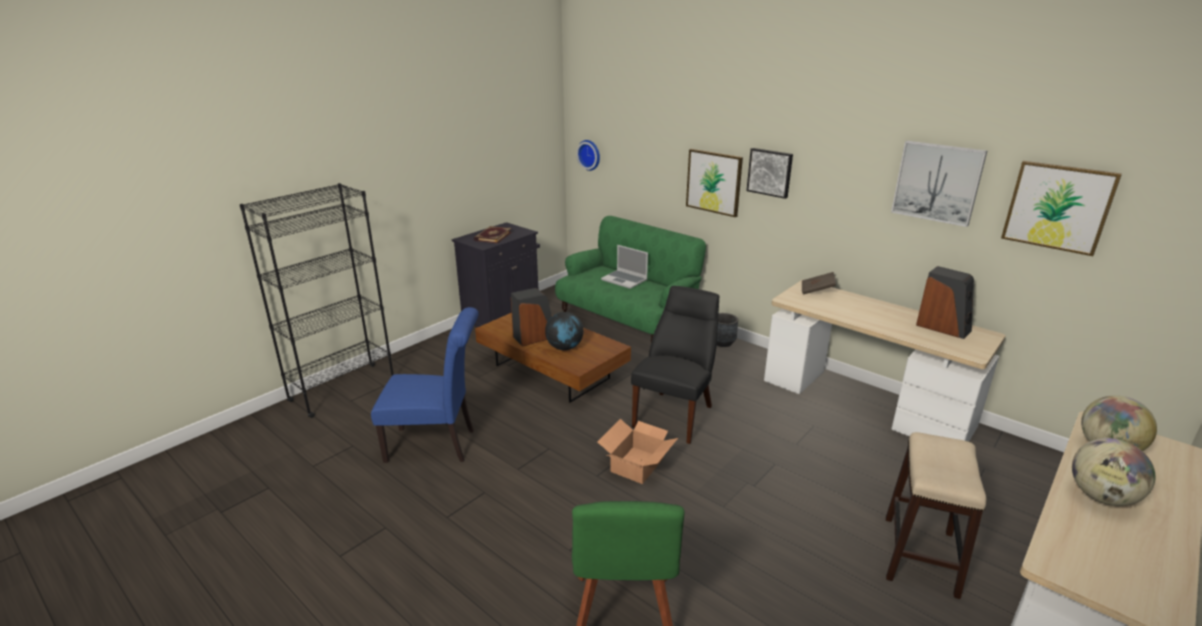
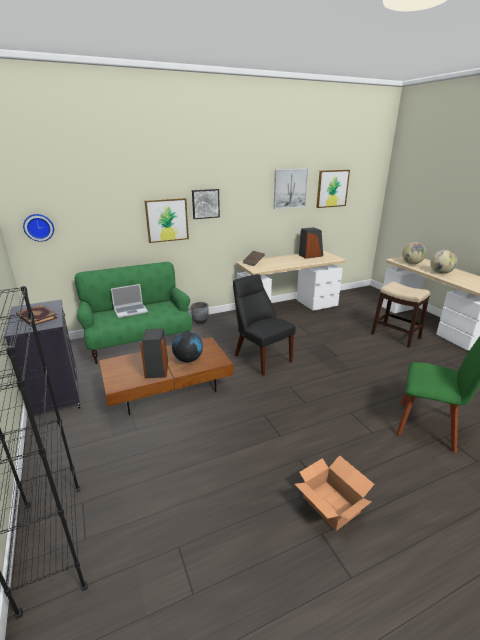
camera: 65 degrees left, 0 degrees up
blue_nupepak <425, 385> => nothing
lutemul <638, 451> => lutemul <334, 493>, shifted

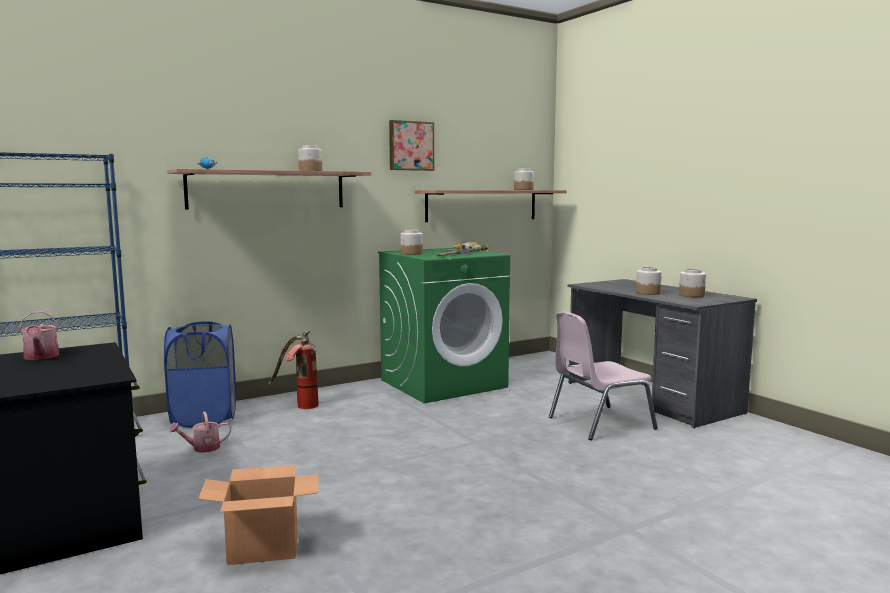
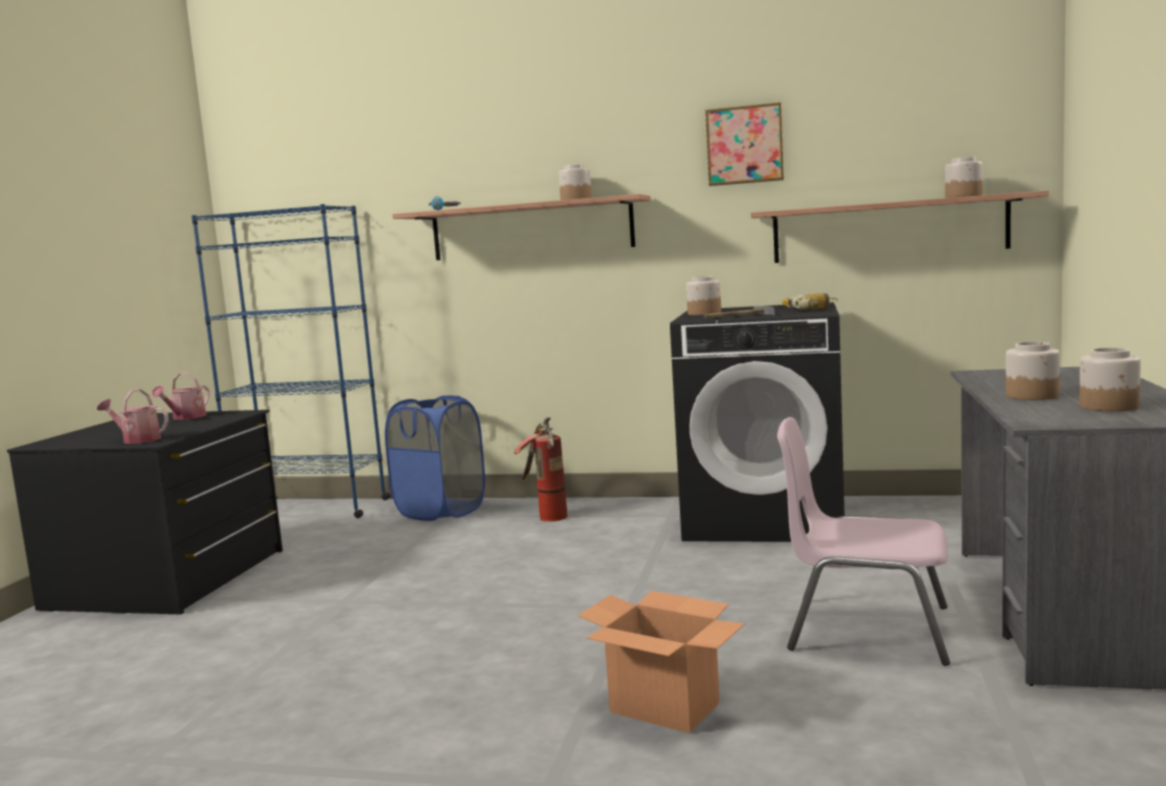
camera: 45 degrees right, 0 degrees up
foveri <200, 432> => foveri <133, 416>, shifted
lutemul <258, 515> => lutemul <661, 662>, shifted
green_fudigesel <444, 325> => black_fudigesel <757, 422>

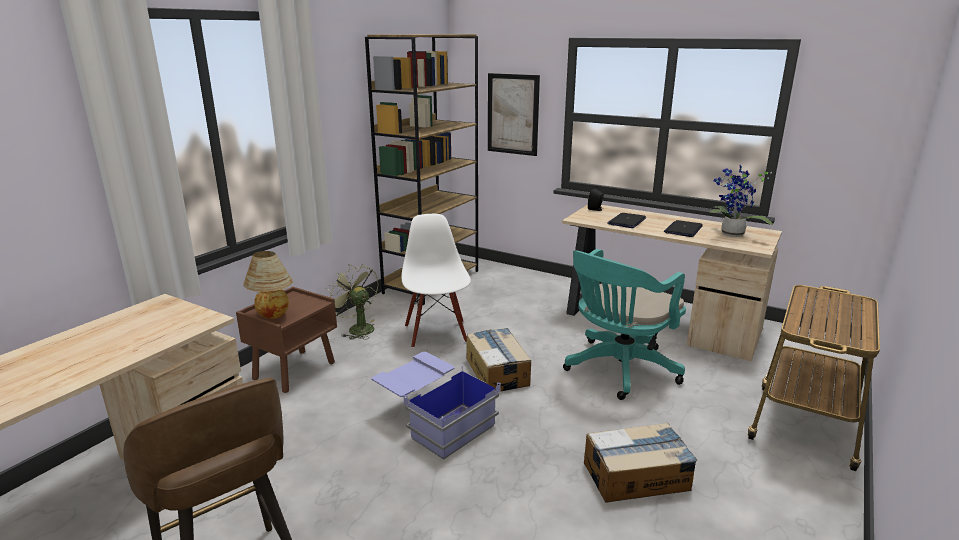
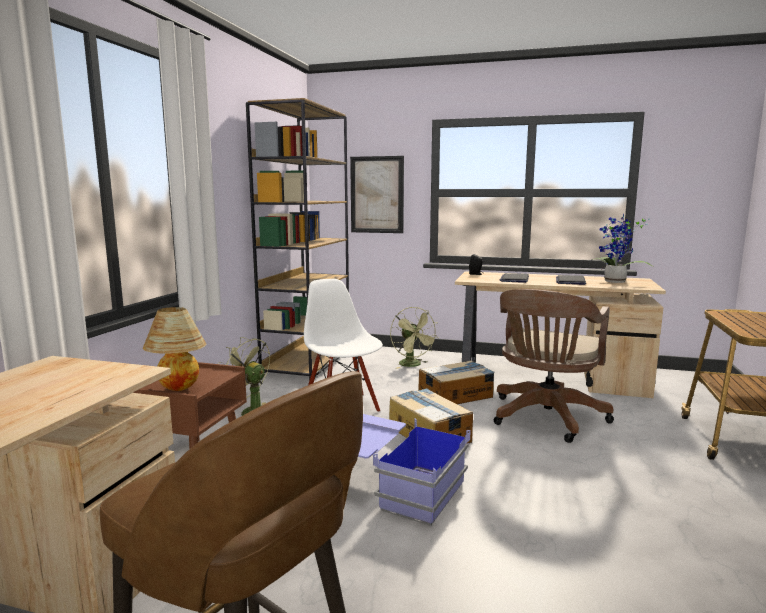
camera: 15 degrees left, 10 degrees down
nothing => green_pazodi <414, 338>
lutemul <640, 463> => lutemul <456, 382>, shifted
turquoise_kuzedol <624, 324> => brown_kuzedol <554, 366>

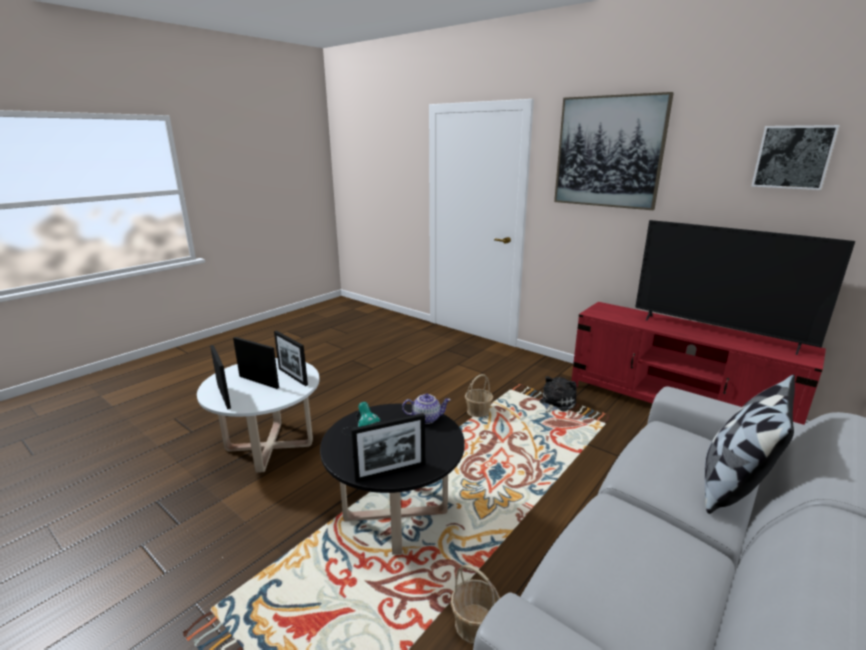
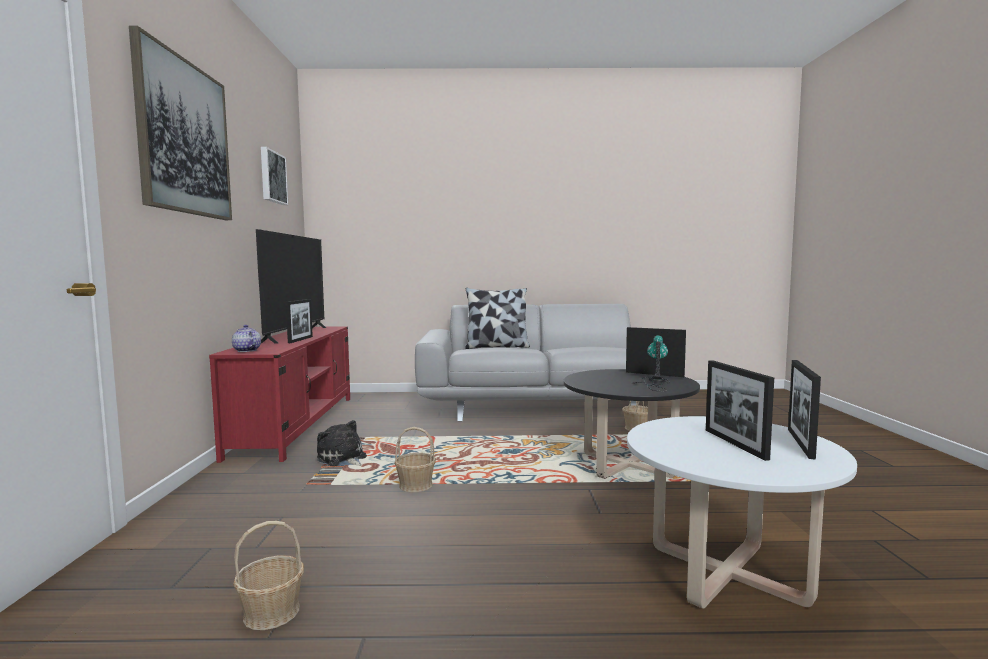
camera: 130 degrees left, 15 degrees down
nothing => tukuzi <268, 575>
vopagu <291, 358> => vopagu <299, 321>, shifted
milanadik <426, 408> => milanadik <246, 338>, shifted
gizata <558, 394> => gizata <342, 443>, 45 degrees clockwise

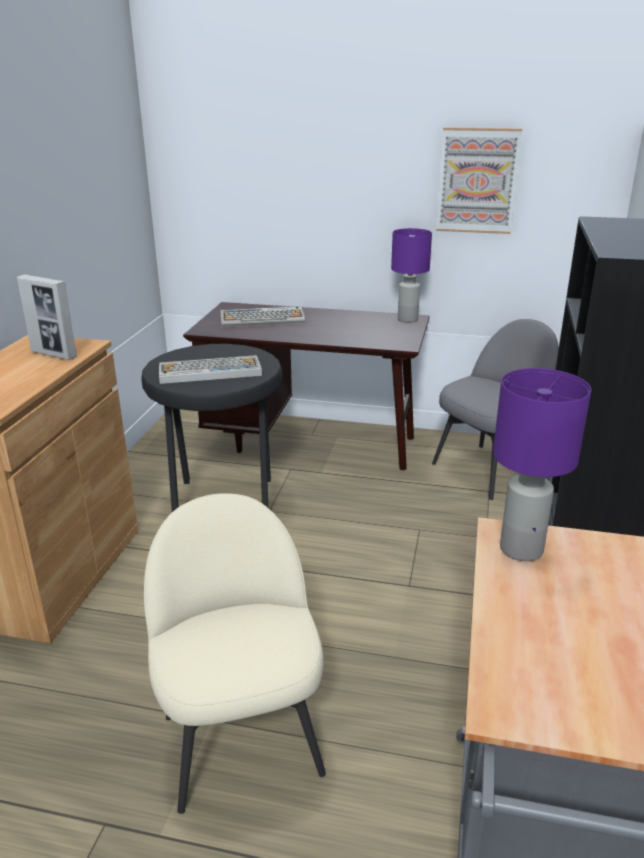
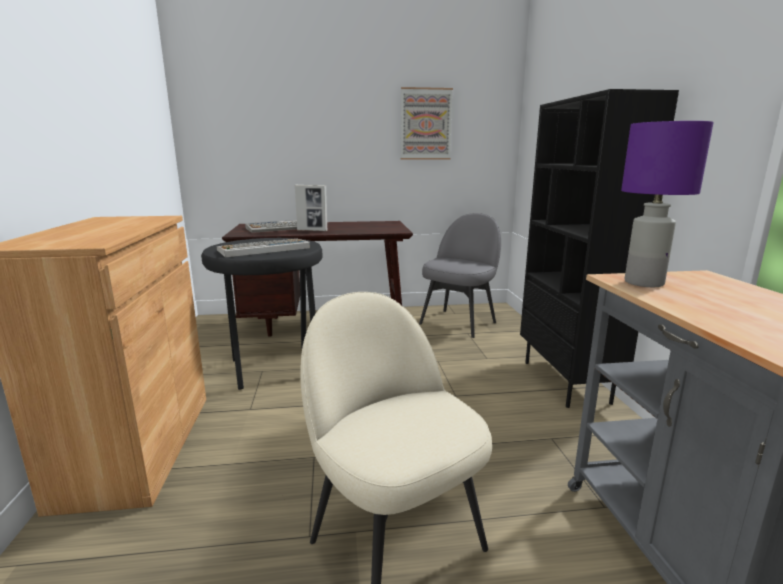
camera: 20 degrees left, 10 degrees down
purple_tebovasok <411, 275> => nothing
vopagu <47, 317> => vopagu <311, 208>, shifted

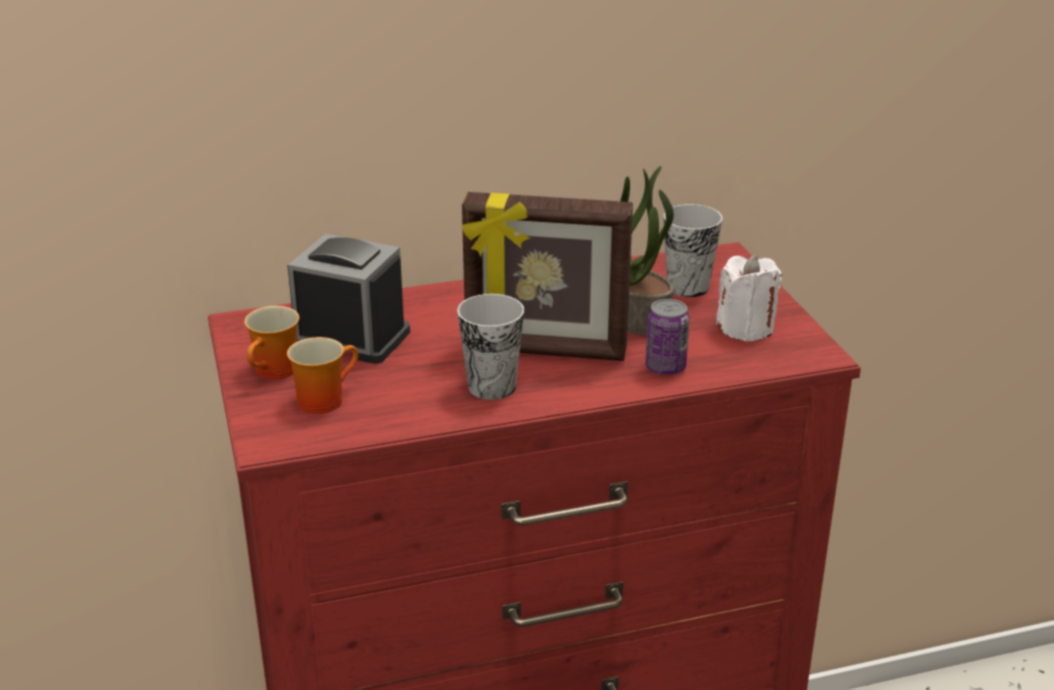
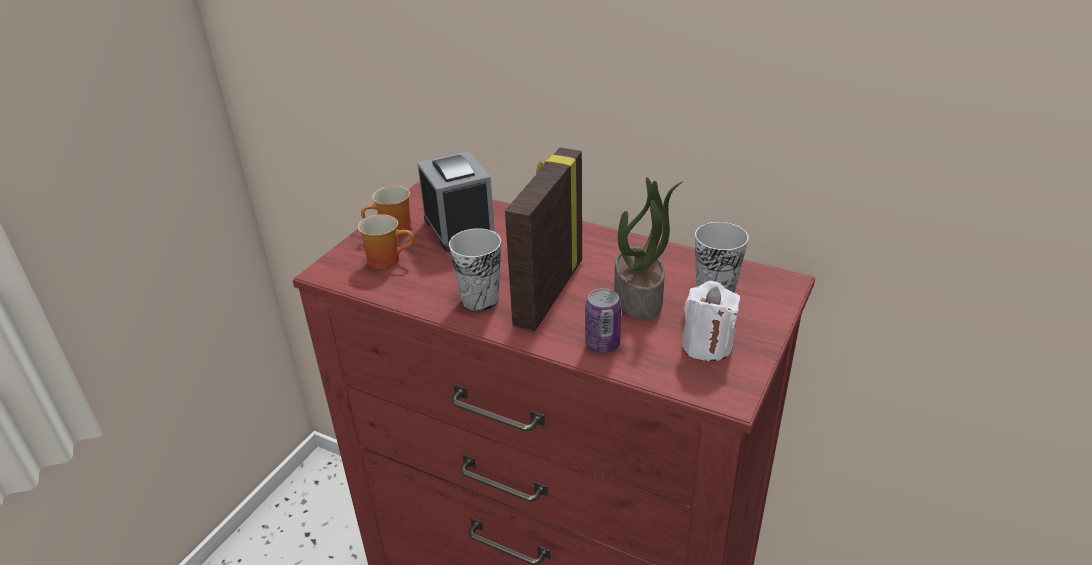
camera: 45 degrees right, 5 degrees up
vopagu <547, 276> => vopagu <543, 239>, 60 degrees clockwise

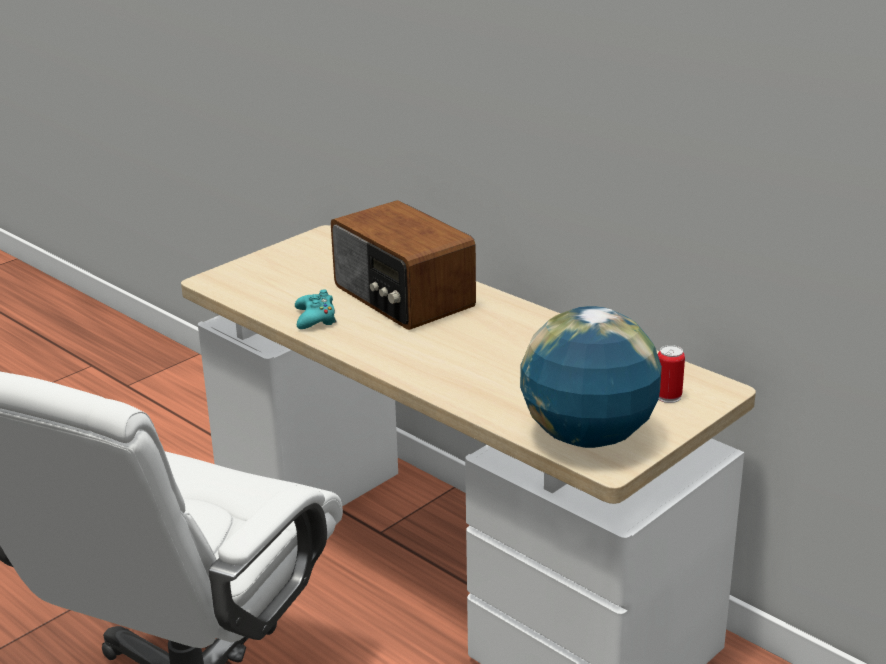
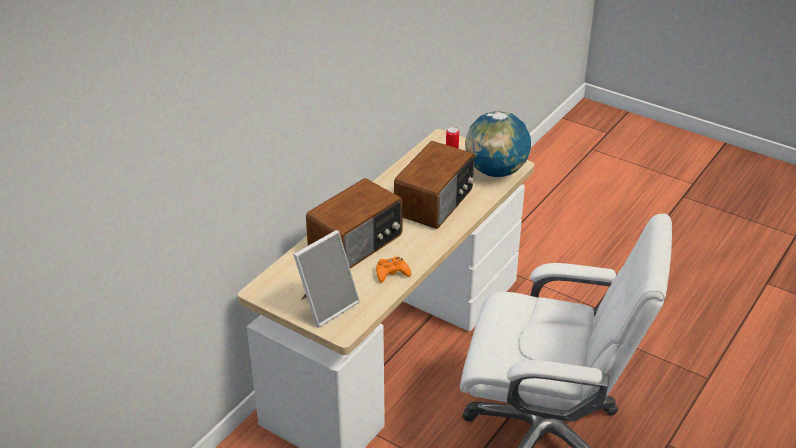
camera: 100 degrees left, 10 degrees up
nothing => vopagu <326, 278>
nothing => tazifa <434, 185>
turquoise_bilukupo <316, 309> => orange_bilukupo <393, 269>

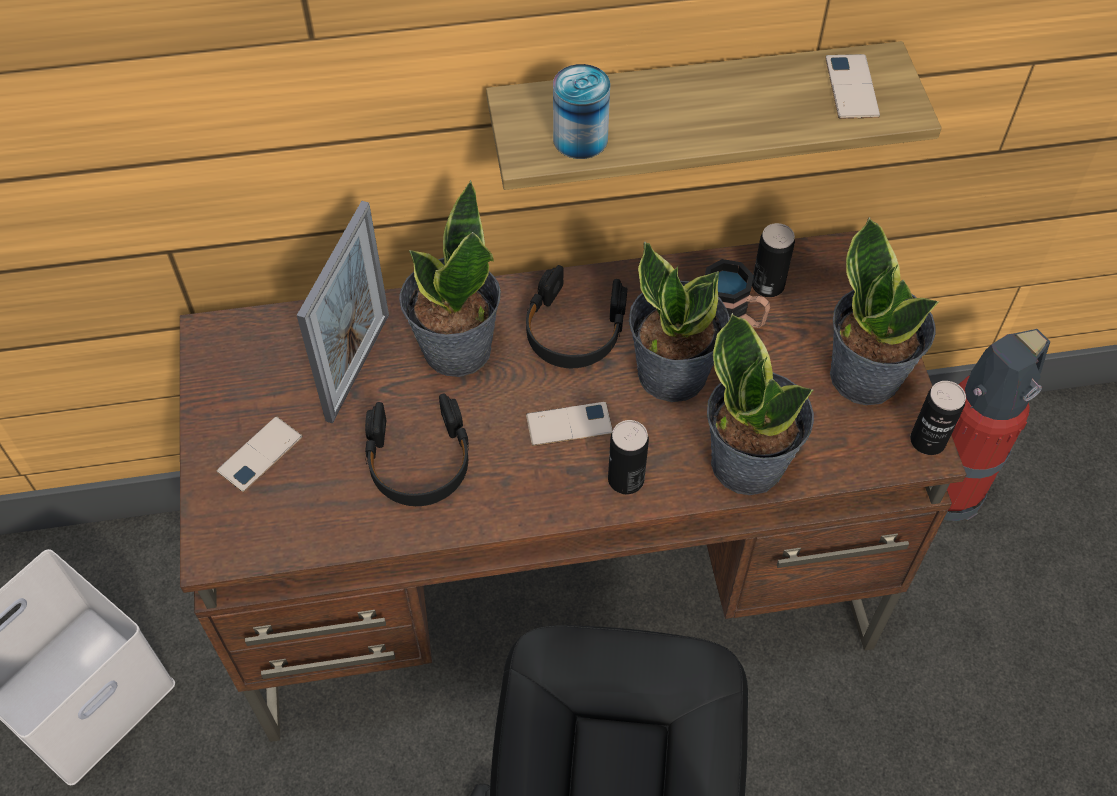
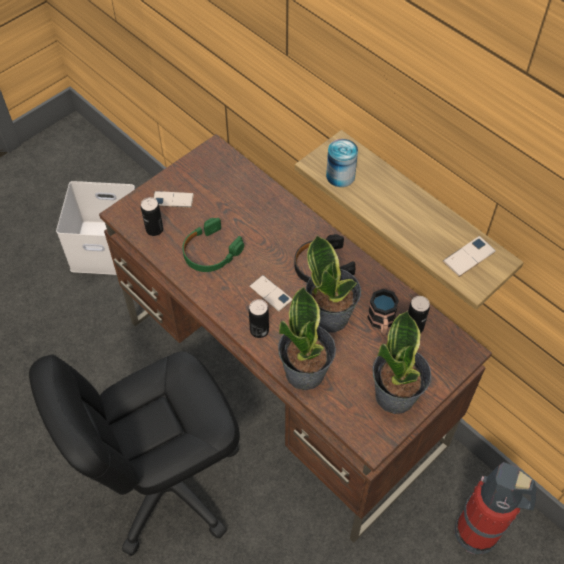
camera: 55 degrees right, 0 degrees up
vopagu <343, 312> => nothing
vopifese <450, 278> => nothing
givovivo <938, 418> => givovivo <152, 216>, shifted
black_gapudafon <417, 450> => green_gapudafon <213, 245>

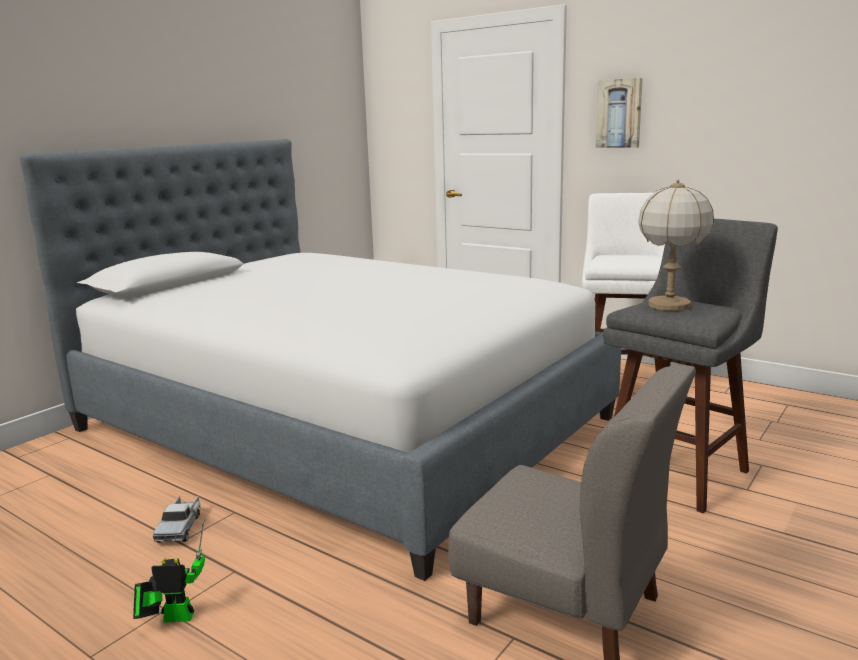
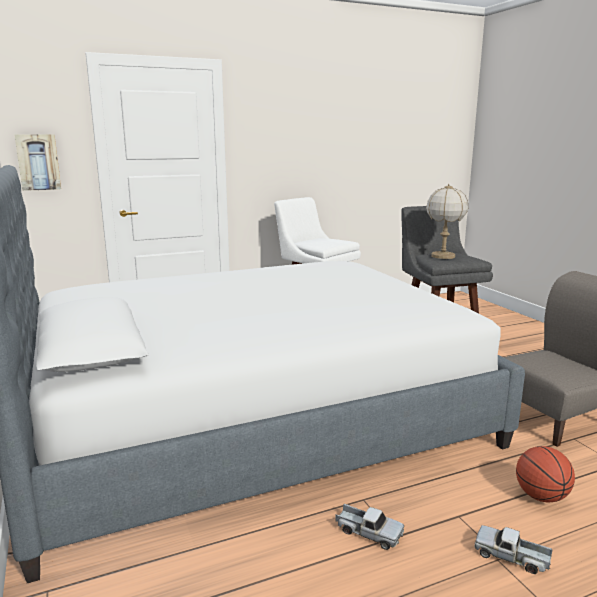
camera: 60 degrees left, 0 degrees up
nothing => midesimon <545, 474>
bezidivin <619, 113> => bezidivin <37, 162>, shifted
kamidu <169, 570> => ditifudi <513, 549>

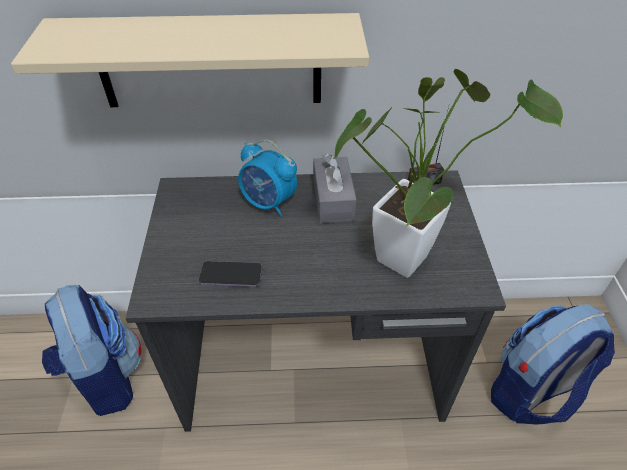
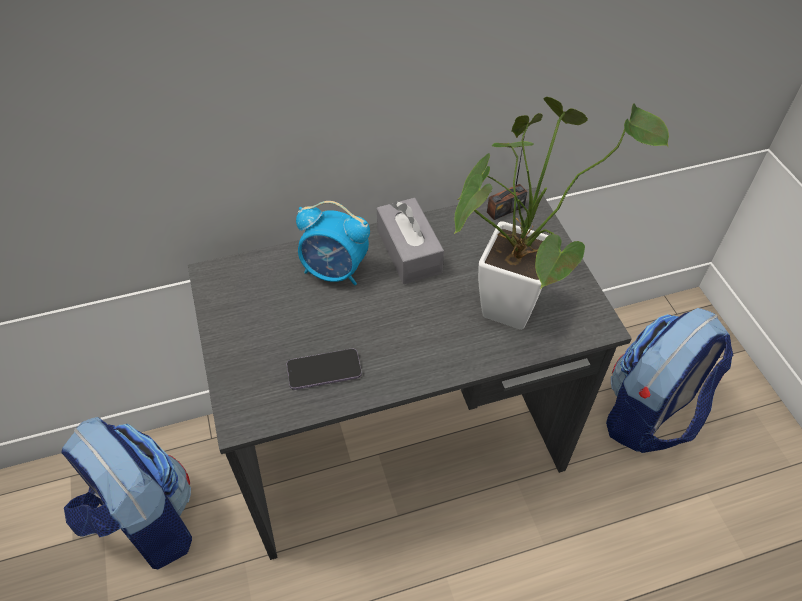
camera: 15 degrees left, 5 degrees up
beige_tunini <190, 60> => nothing

